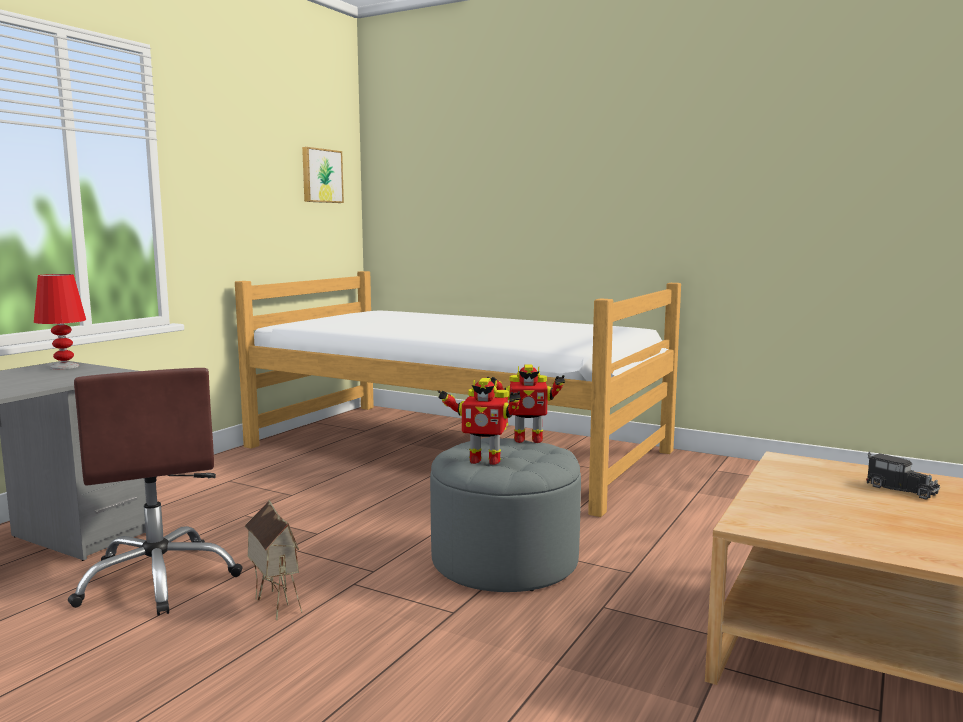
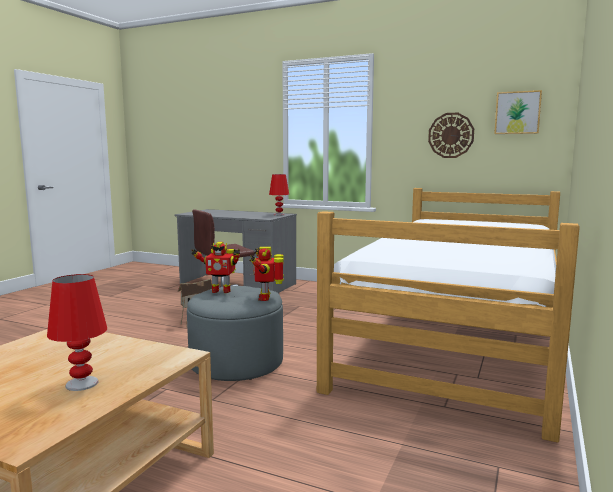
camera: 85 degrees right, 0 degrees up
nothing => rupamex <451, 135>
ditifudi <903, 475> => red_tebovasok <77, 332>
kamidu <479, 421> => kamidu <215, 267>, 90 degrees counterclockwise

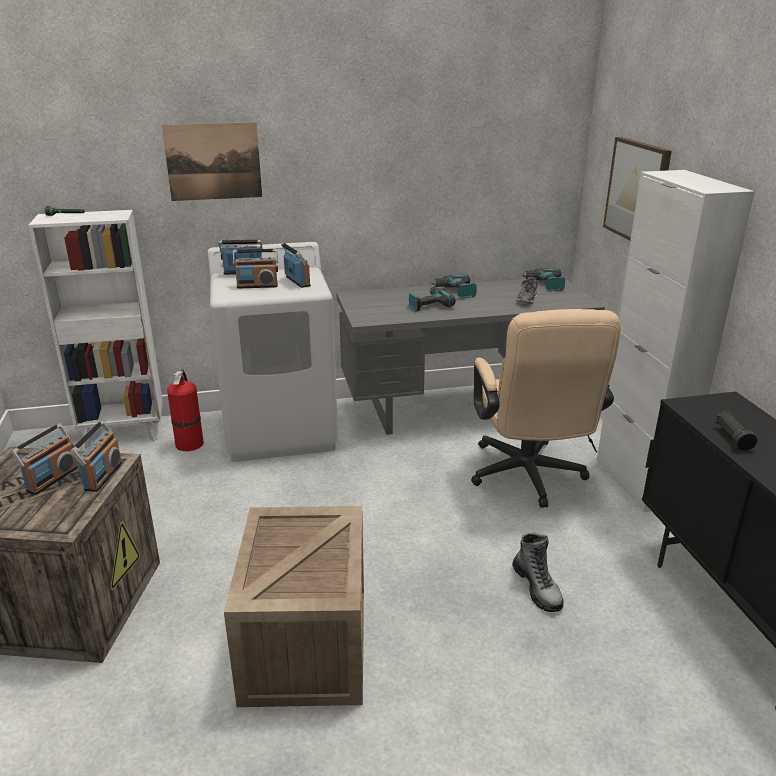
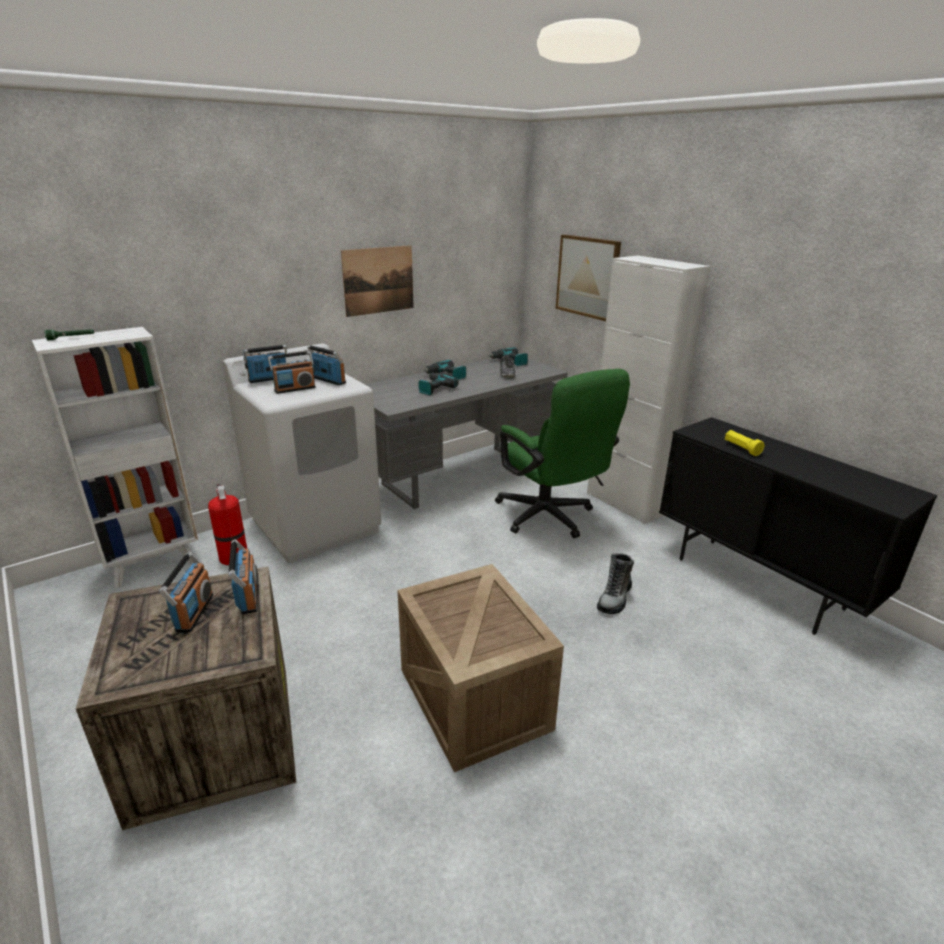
camera: 25 degrees left, 0 degrees up
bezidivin <212, 161> => bezidivin <377, 281>, shifted
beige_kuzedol <546, 408> => green_kuzedol <562, 453>
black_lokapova <736, 431> => yellow_lokapova <744, 443>
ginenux <538, 572> => ginenux <615, 583>, 75 degrees clockwise

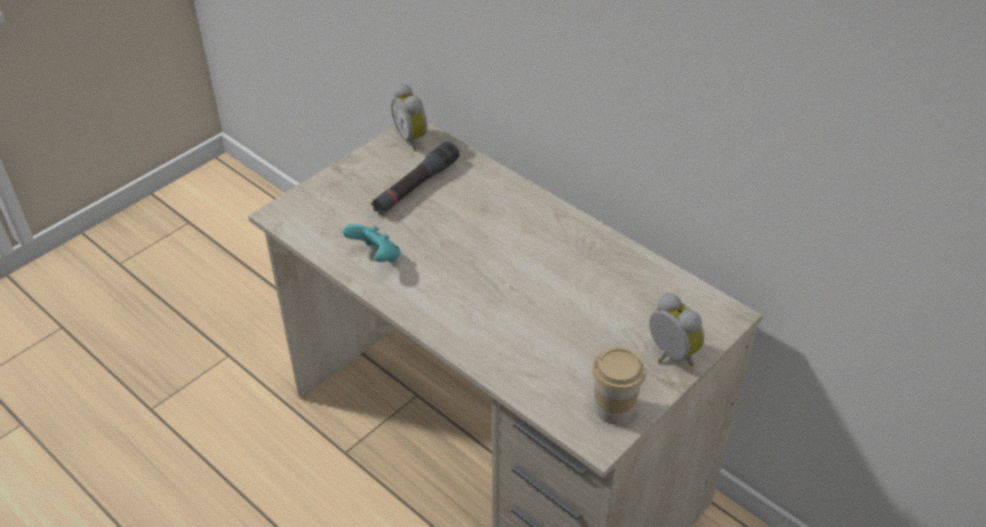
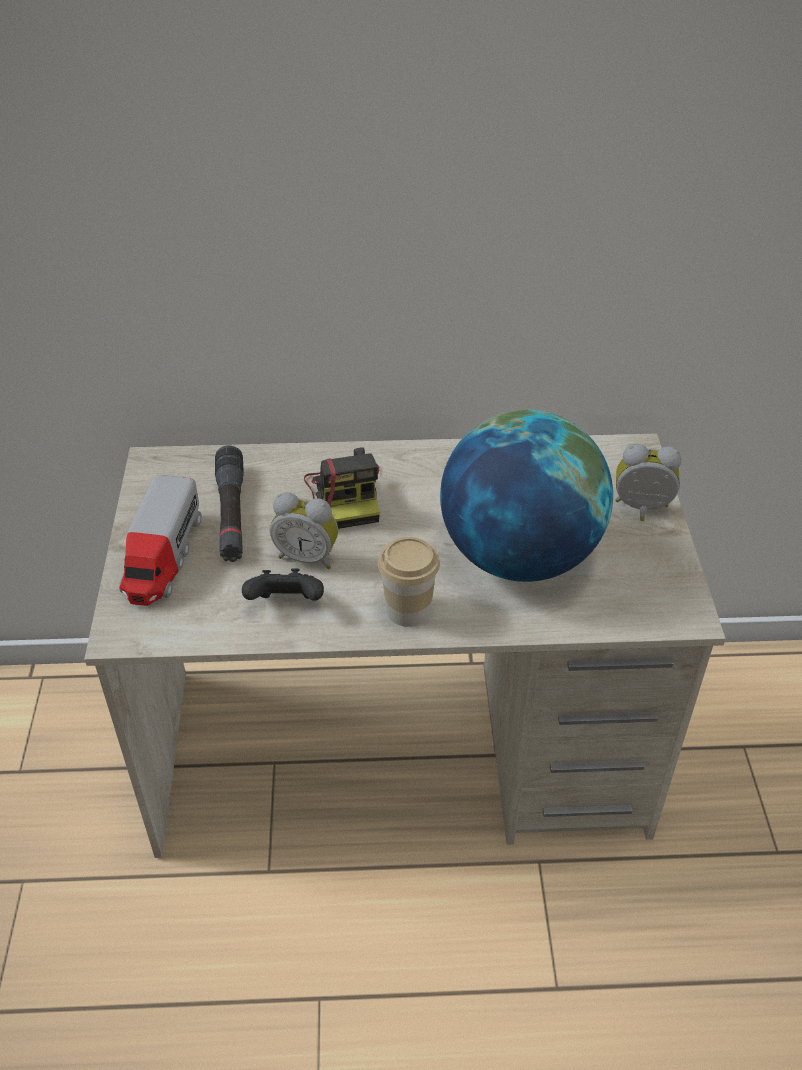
camera: 45 degrees left, 0 degrees up
nothing => ditifudi <160, 540>
nothing => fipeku <342, 488>
nothing => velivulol <526, 496>
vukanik <409, 116> => vukanik <304, 530>, shifted
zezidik <619, 385> => zezidik <409, 582>, shifted
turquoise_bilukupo <372, 243> => black_bilukupo <283, 584>

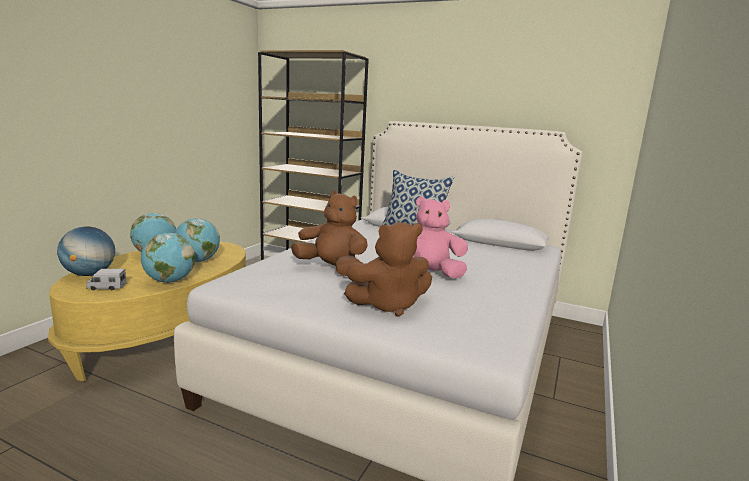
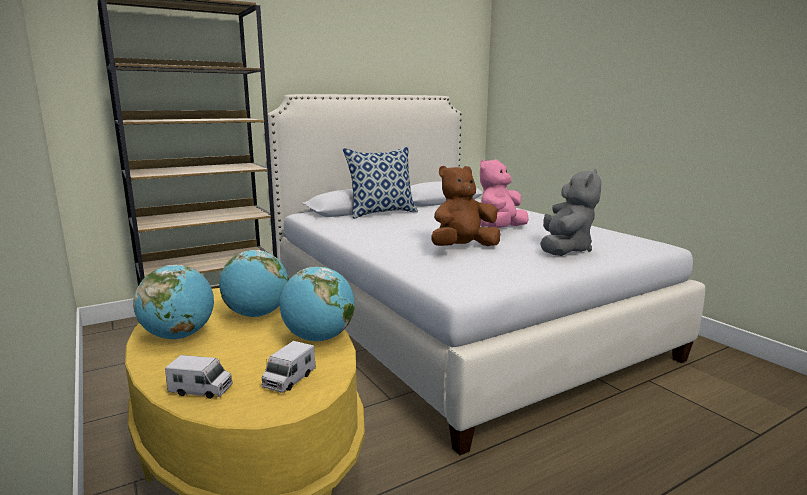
camera: 55 degrees left, 0 degrees up
velivulol <86, 251> => ditifudi <199, 377>
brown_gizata <388, 269> => grey_gizata <570, 212>

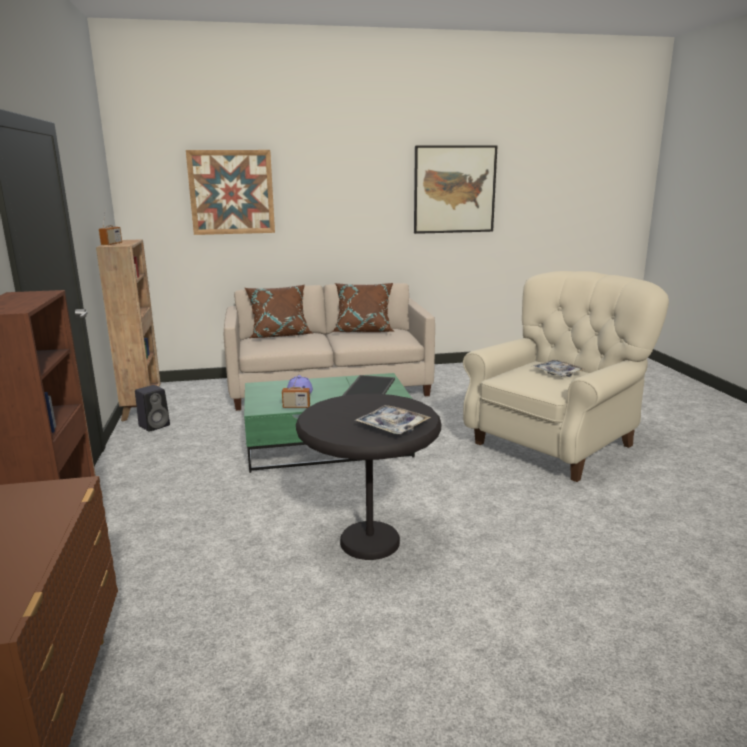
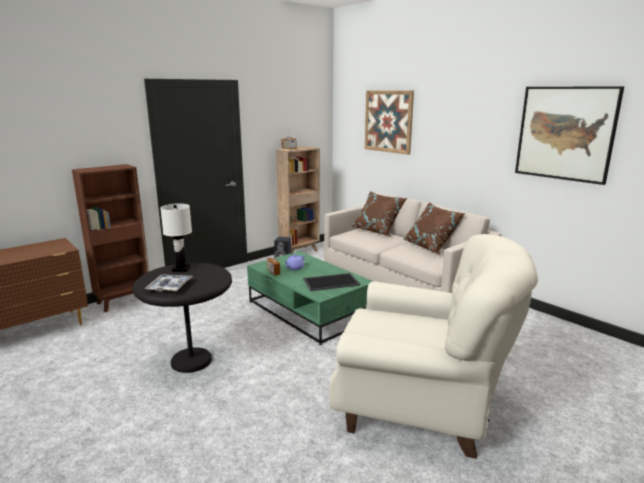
camera: 60 degrees right, 0 degrees up
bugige <558, 368> => nothing
nothing => white_tebovasok <176, 237>

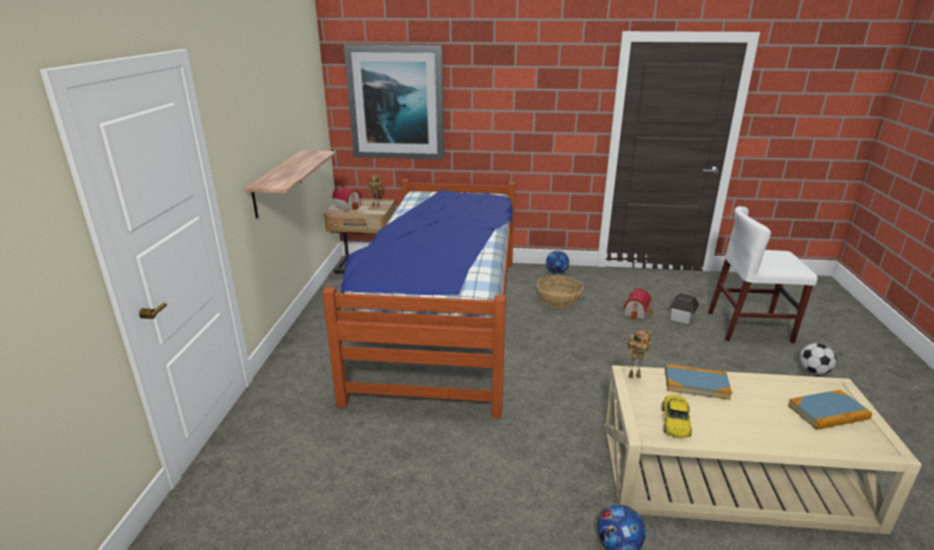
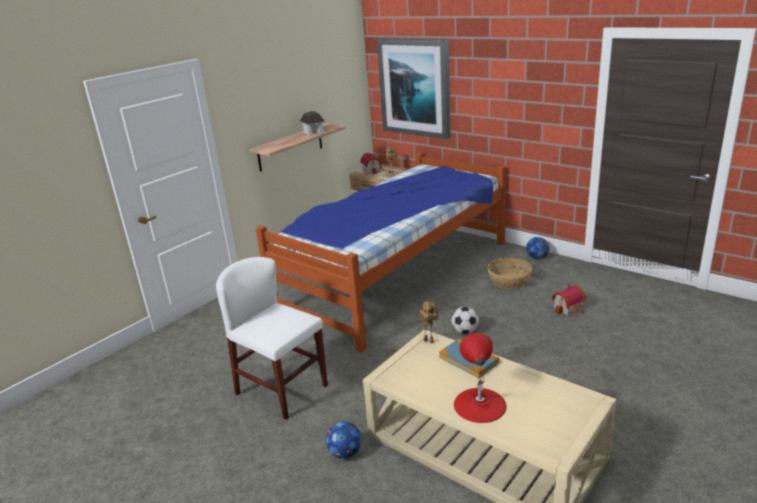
camera: 35 degrees right, 0 degrees up
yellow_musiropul <677, 416> => nothing
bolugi <830, 410> => nothing
nothing => red_tebovasok <480, 378>
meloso <684, 308> => meloso <312, 123>, shifted
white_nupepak <763, 274> => white_nupepak <272, 338>, shifted
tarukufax <818, 359> => tarukufax <465, 320>, shifted

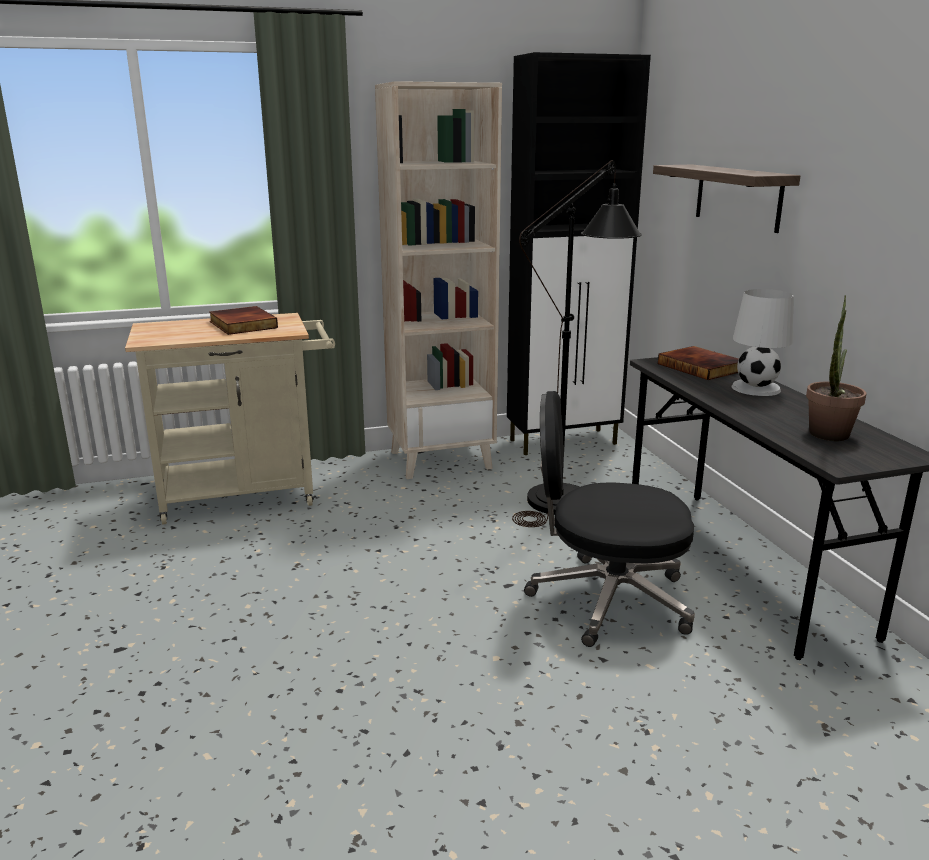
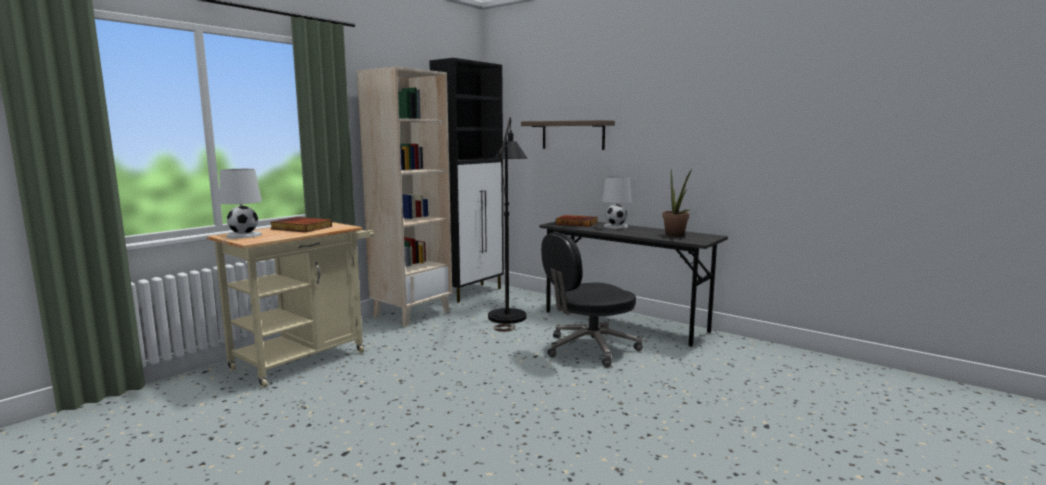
camera: 35 degrees left, 10 degrees down
nothing => white_tebovasok <240, 204>

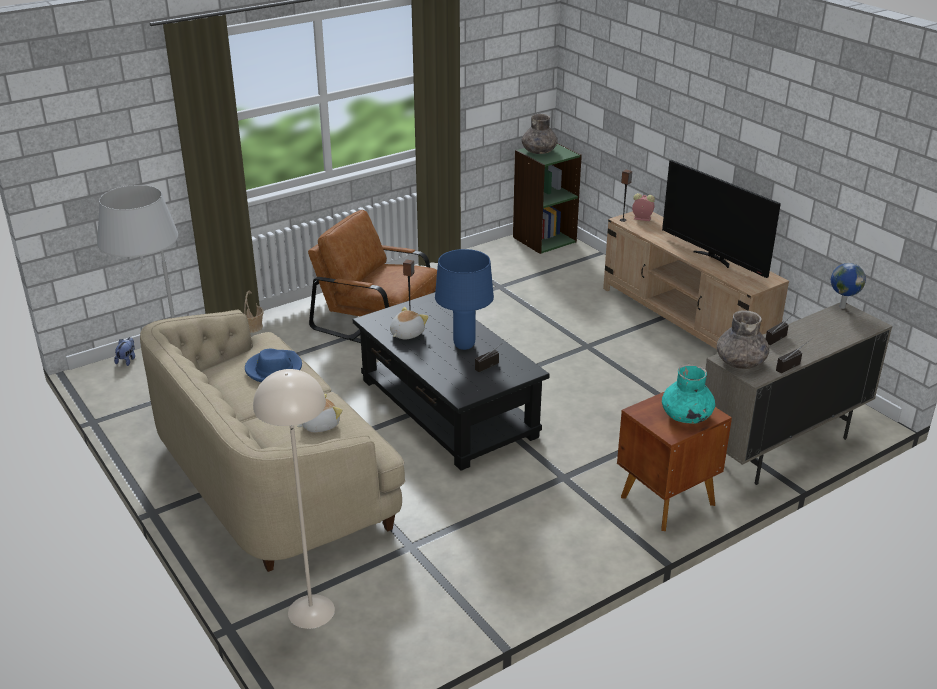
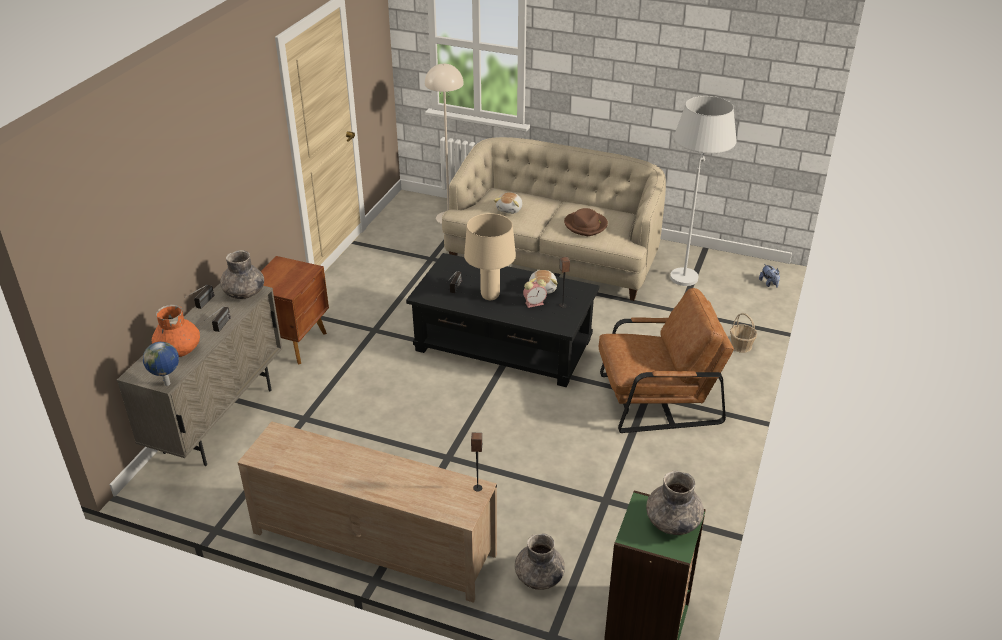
camera: 145 degrees right, 5 degrees up
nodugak <721, 219> => nothing
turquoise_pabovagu <688, 394> => nothing
nothing => orange_pabovagu <176, 331>
nothing => grey_pabovagu <540, 561>
vukanik <643, 207> => vukanik <535, 293>, shifted
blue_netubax <273, 365> => brown_netubax <586, 222>
blue_tebovasok <464, 299> => beige_tebovasok <490, 256>

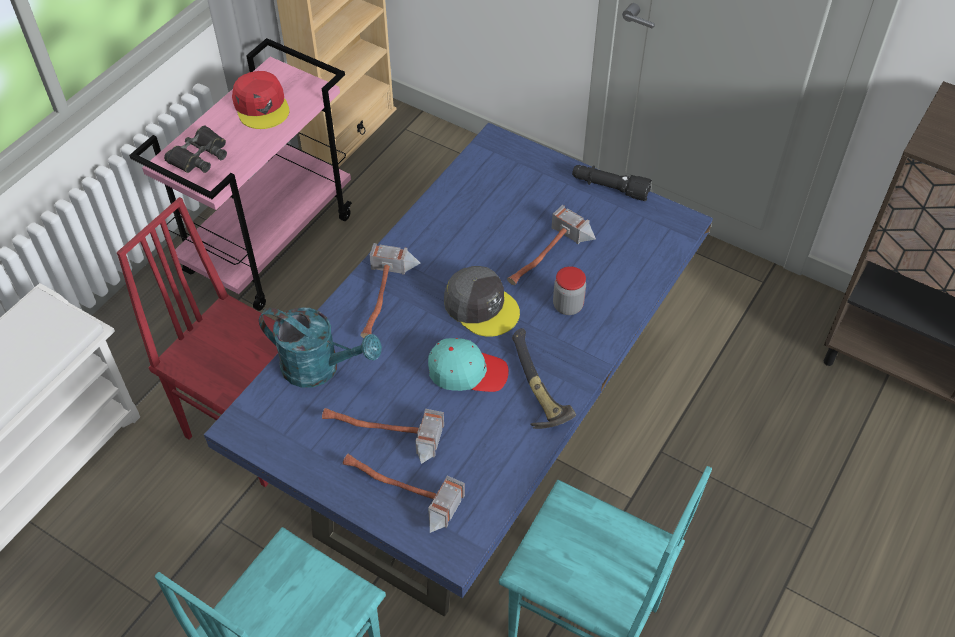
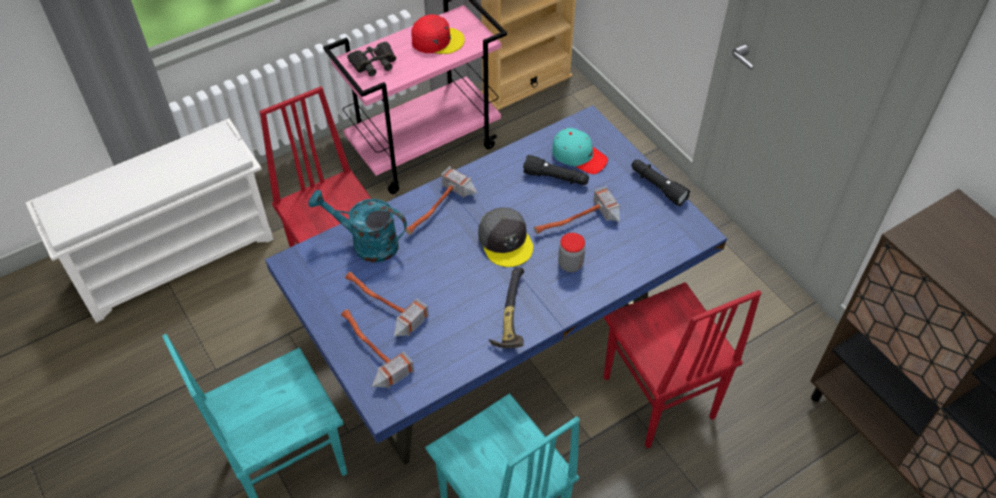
camera: 25 degrees right, 0 degrees up
nothing => black_lokapova <556, 170>
nothing => red_nupepak <682, 365>
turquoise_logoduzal <468, 365> => turquoise_logoduzal <580, 151>, shifted
red_logoduzal <261, 100> => red_logoduzal <438, 34>, 90 degrees counterclockwise
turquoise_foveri <320, 348> => turquoise_foveri <357, 226>, 150 degrees clockwise

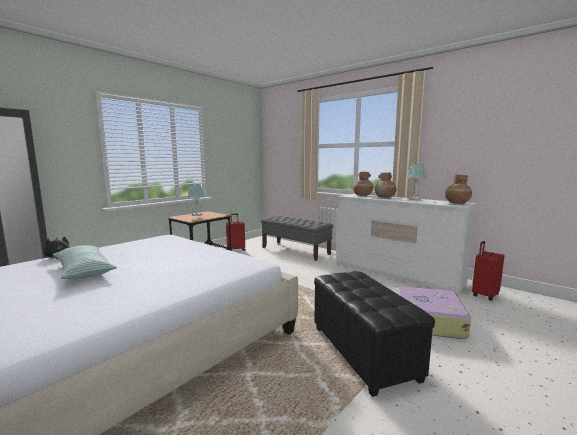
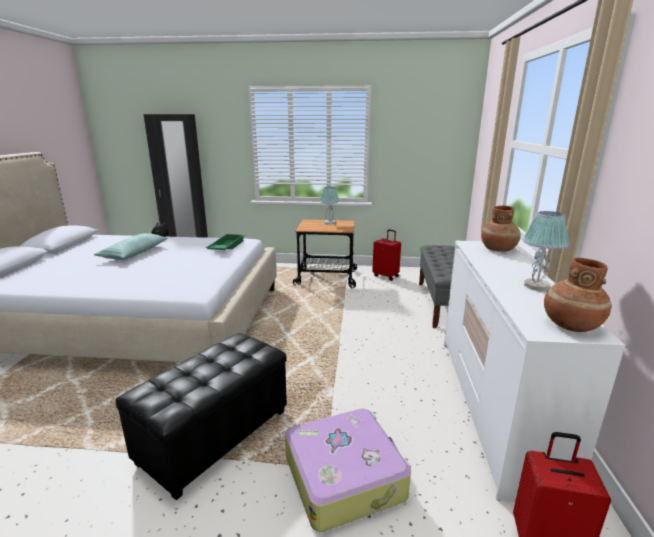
camera: 55 degrees right, 10 degrees up
brown_pabovagu <385, 185> => nothing
nothing => green_bugige <225, 242>

